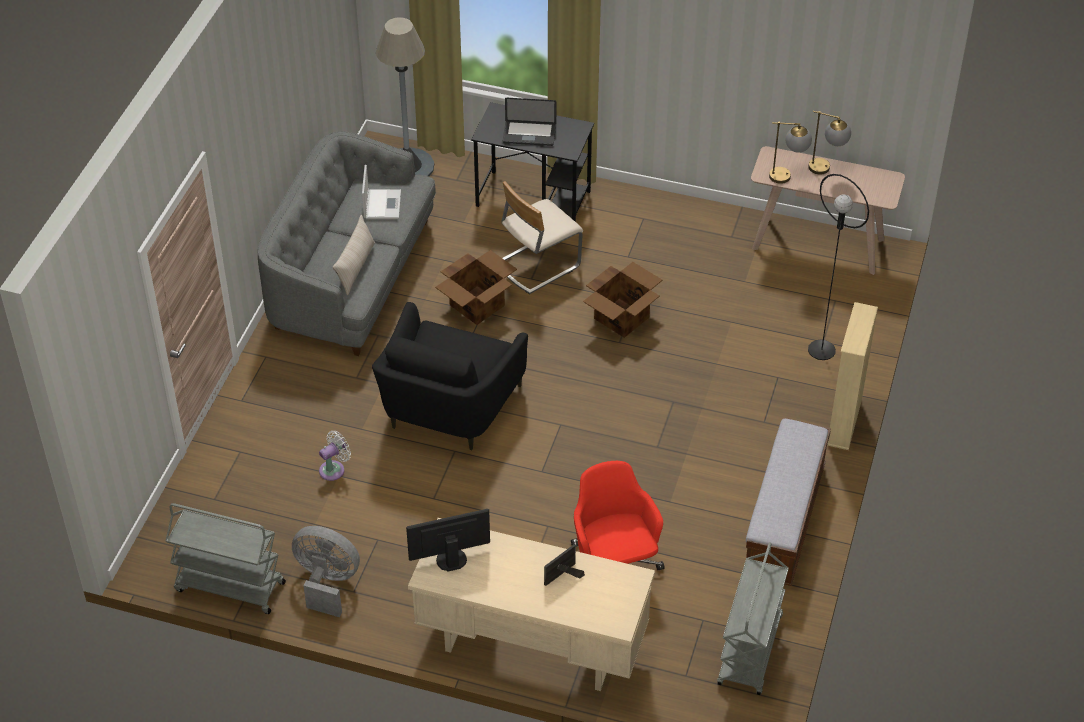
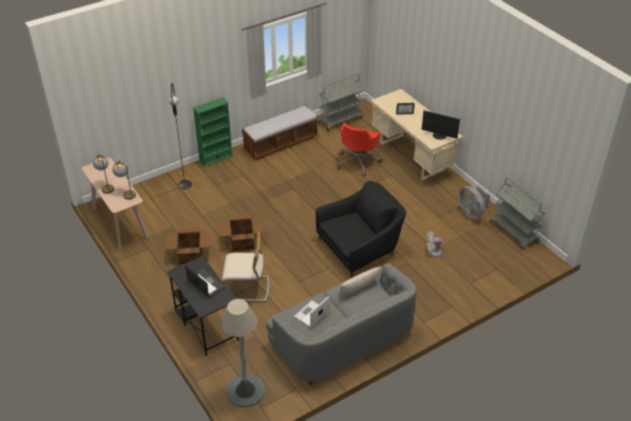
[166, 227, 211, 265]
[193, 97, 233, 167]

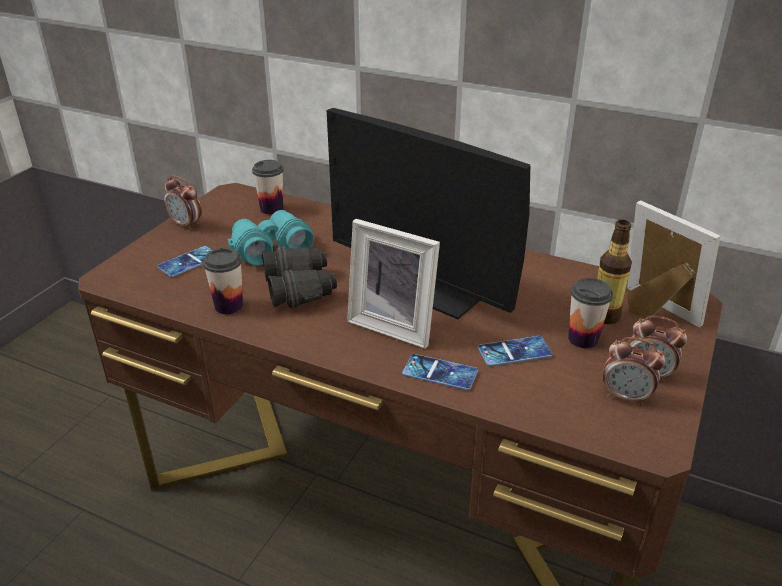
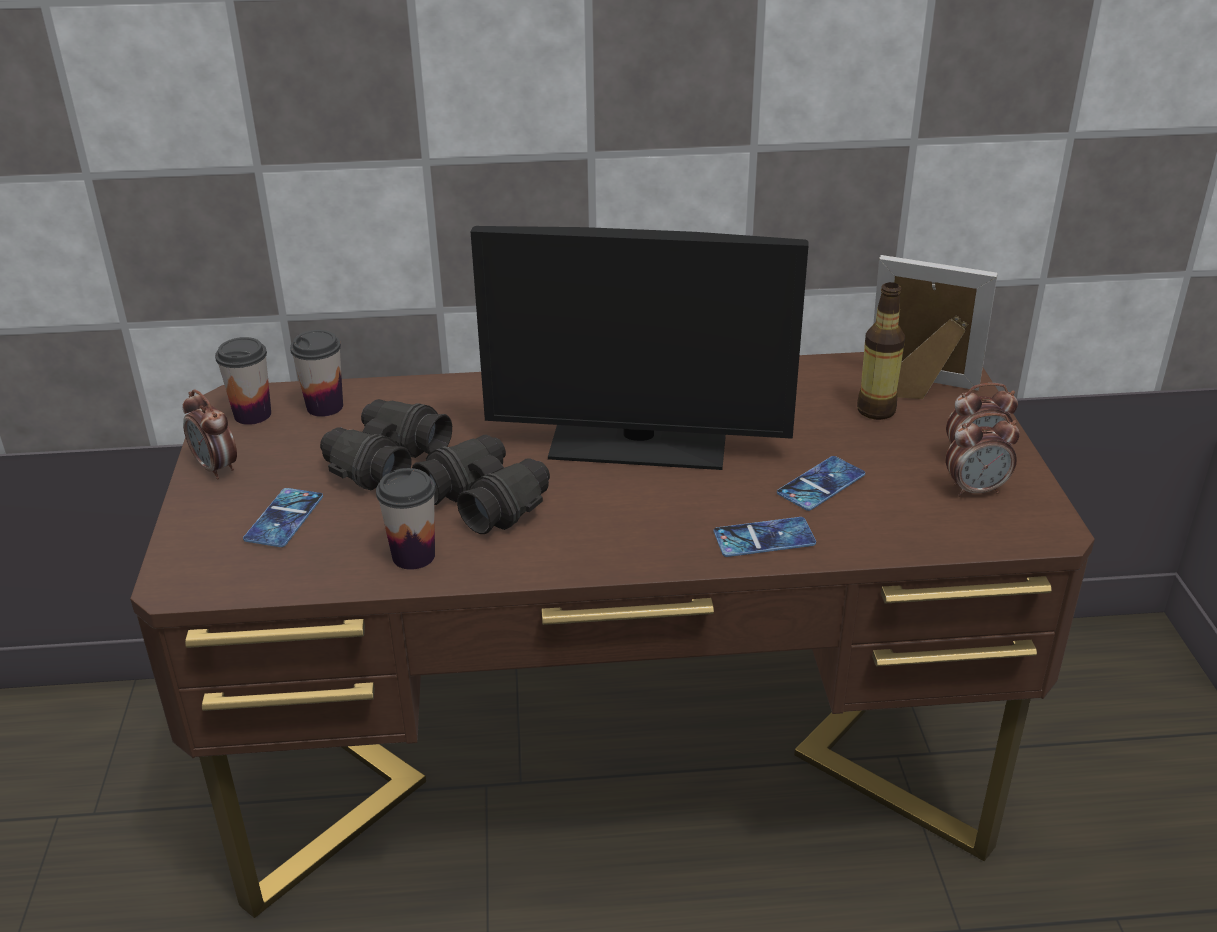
[182, 389, 237, 479]
[320, 399, 452, 491]
[347, 219, 440, 349] (first image)
[215, 337, 271, 425]

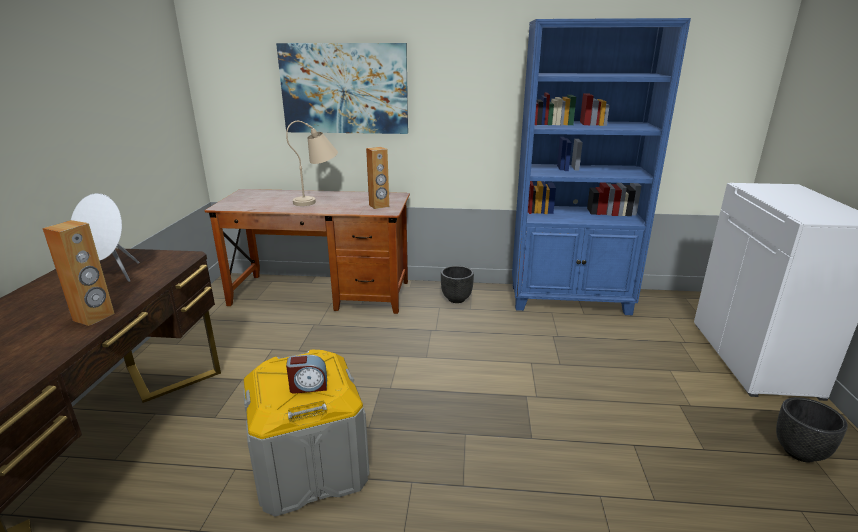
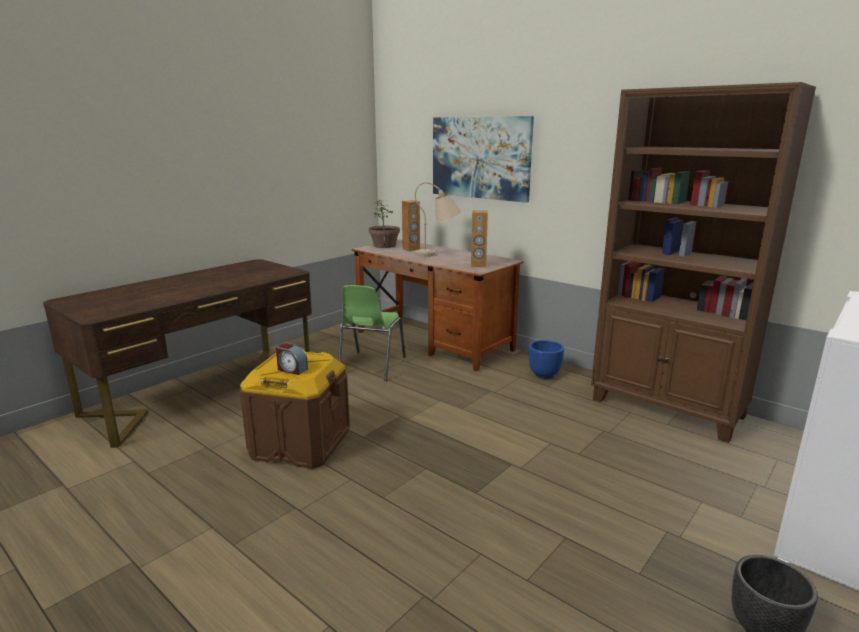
[402, 200, 420, 251]
[71, 193, 139, 282] (first image)
[240, 352, 350, 469]
[529, 340, 564, 379]
[591, 82, 816, 443]
[338, 285, 406, 381]
[369, 200, 400, 248]

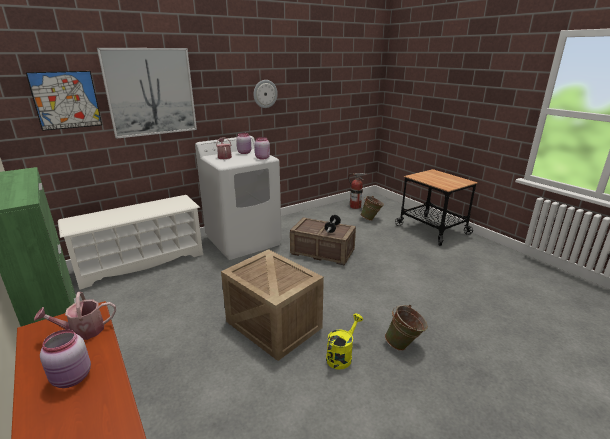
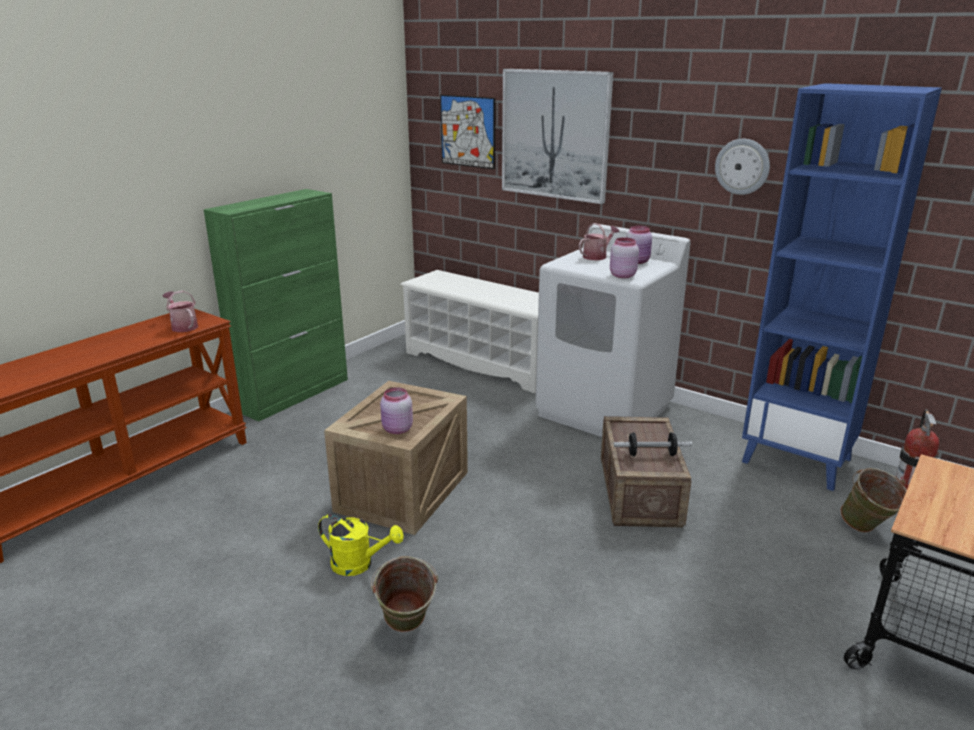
[380, 387, 413, 434]
[742, 83, 942, 491]

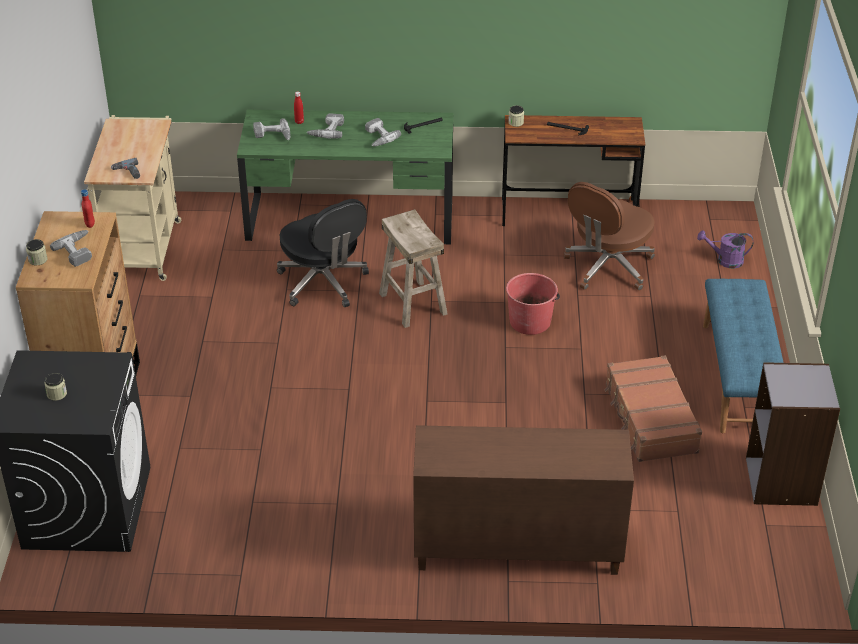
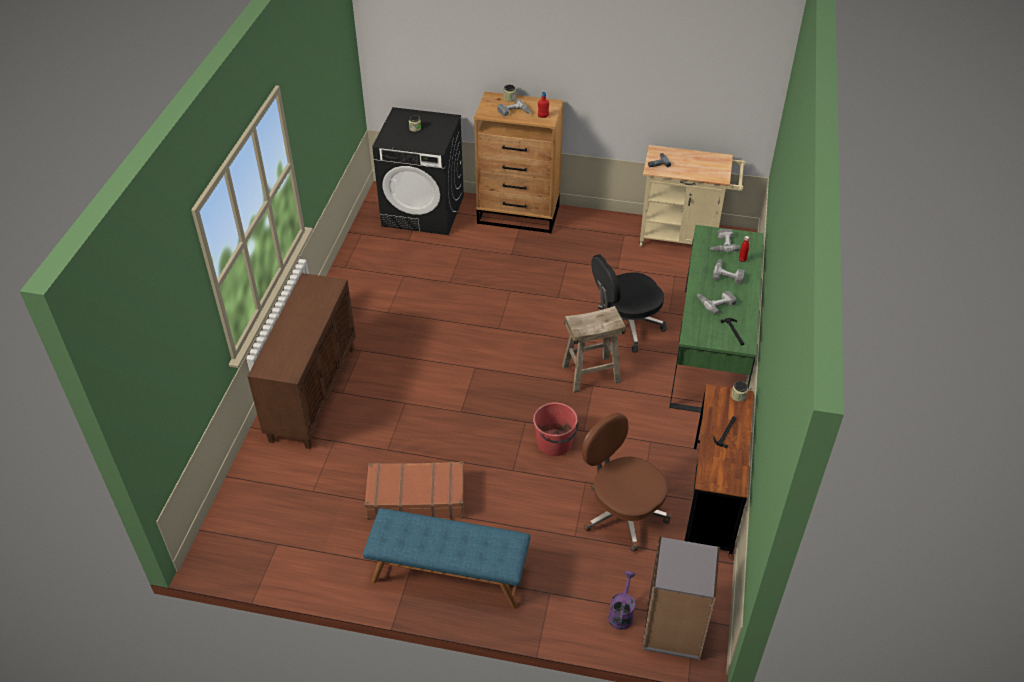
[642, 537, 720, 660]

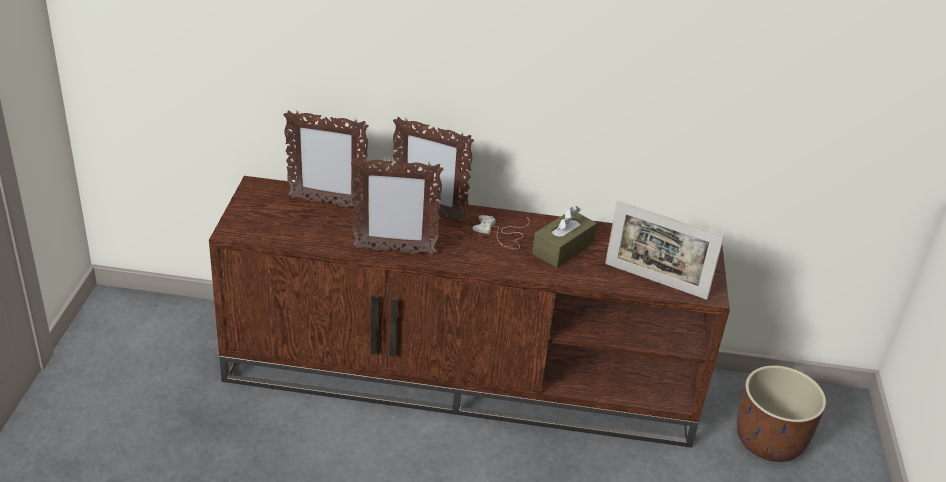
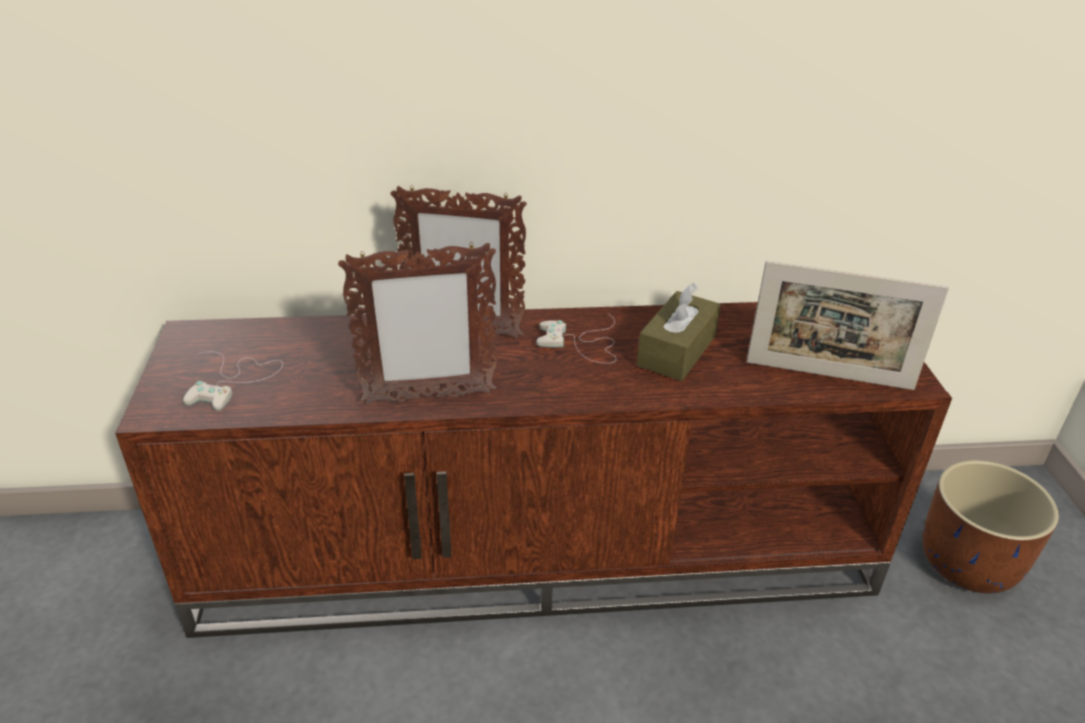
[283, 110, 369, 207] (first image)
[183, 352, 283, 411]

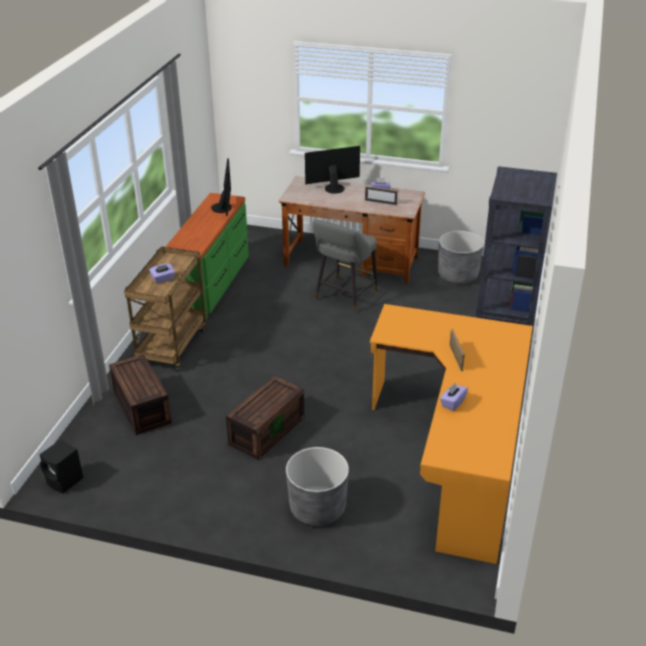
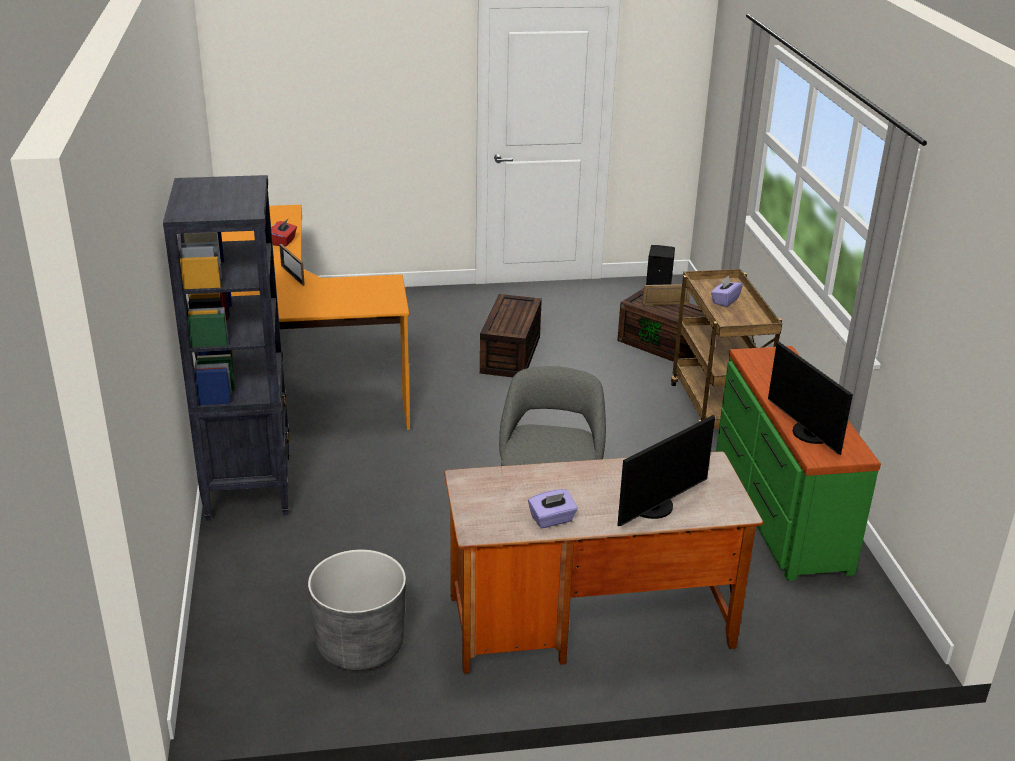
[286, 447, 349, 526] (first image)
[642, 284, 690, 306]
[271, 219, 297, 247]

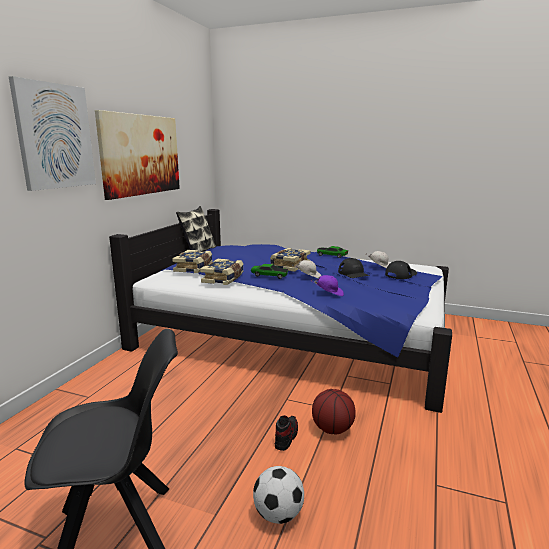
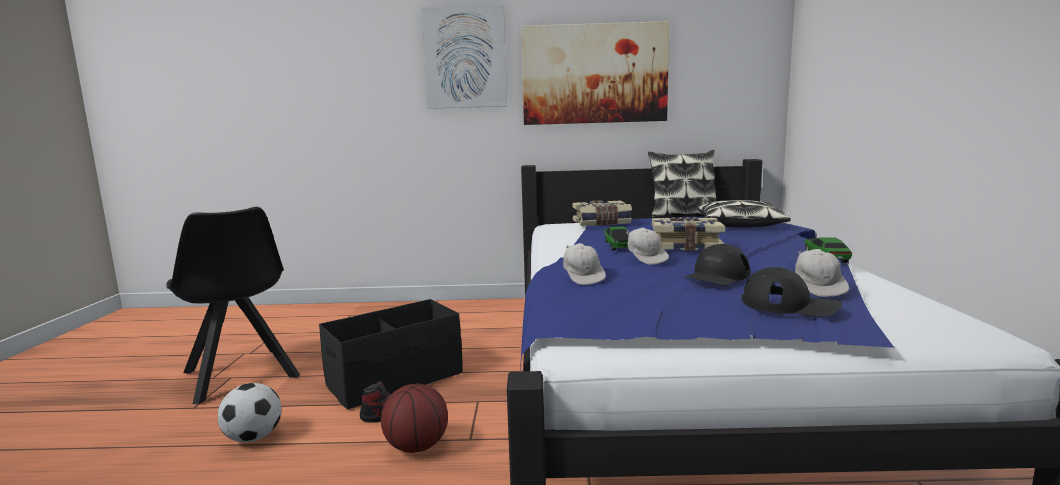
[200, 259, 244, 285] (first image)
[563, 243, 606, 285]
[319, 299, 463, 410]
[697, 200, 791, 228]

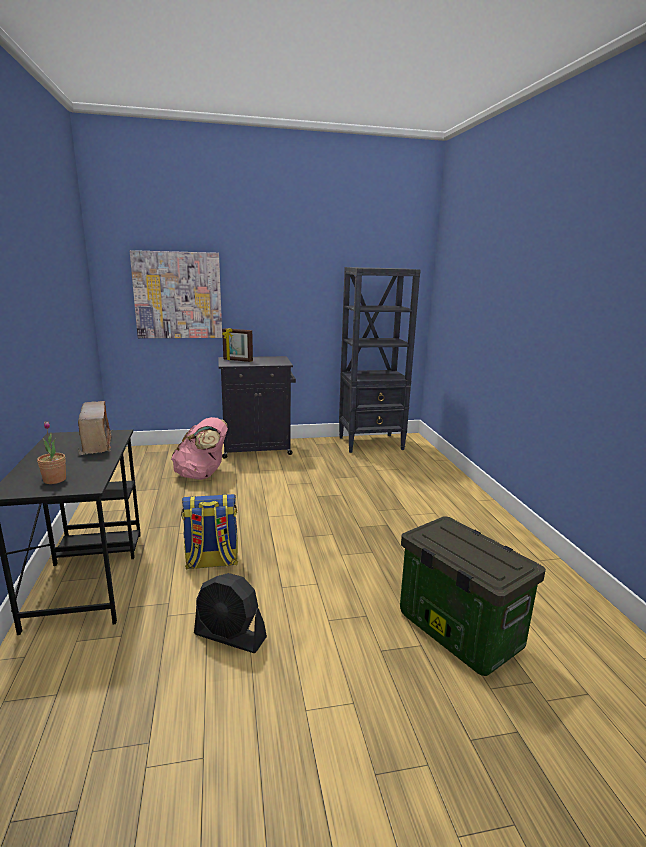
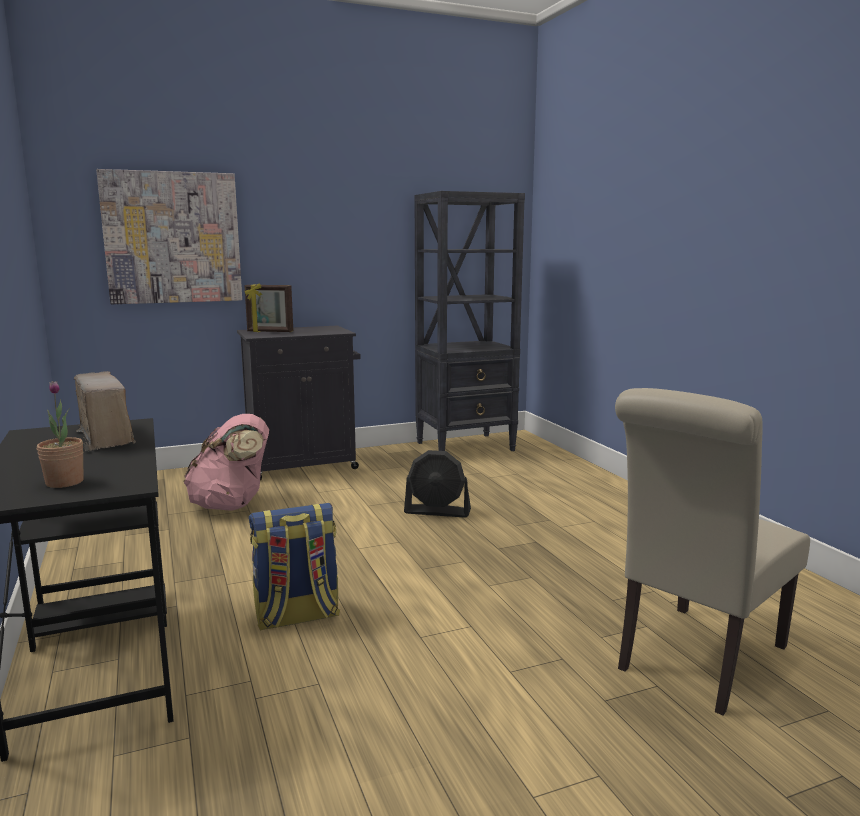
[404, 450, 471, 518]
[615, 388, 810, 715]

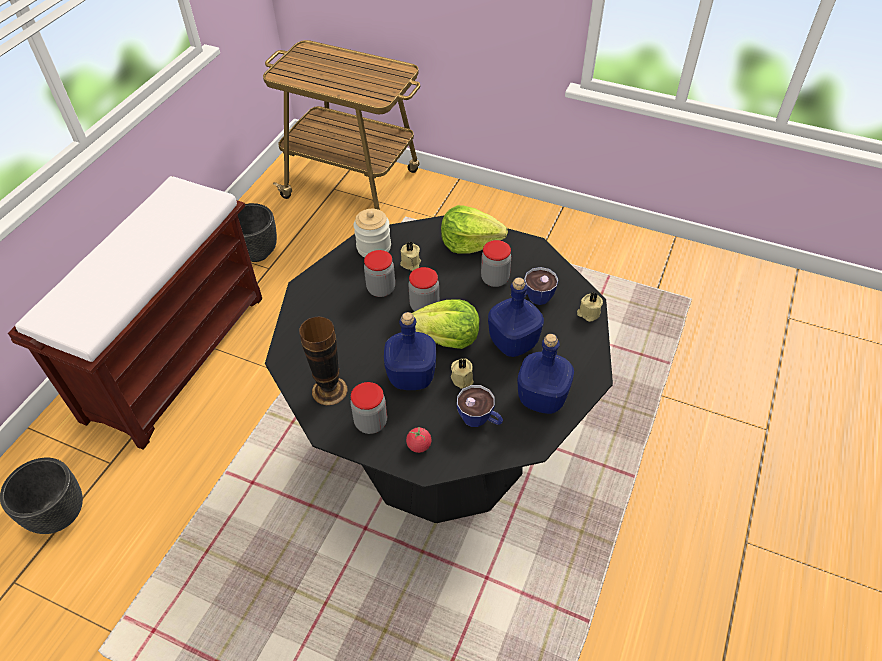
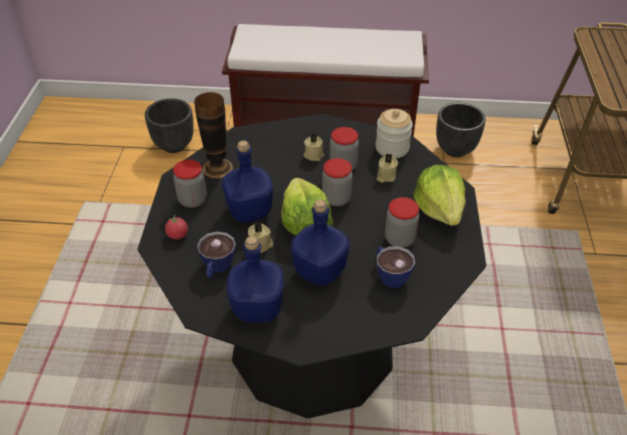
[303, 133, 324, 161]

